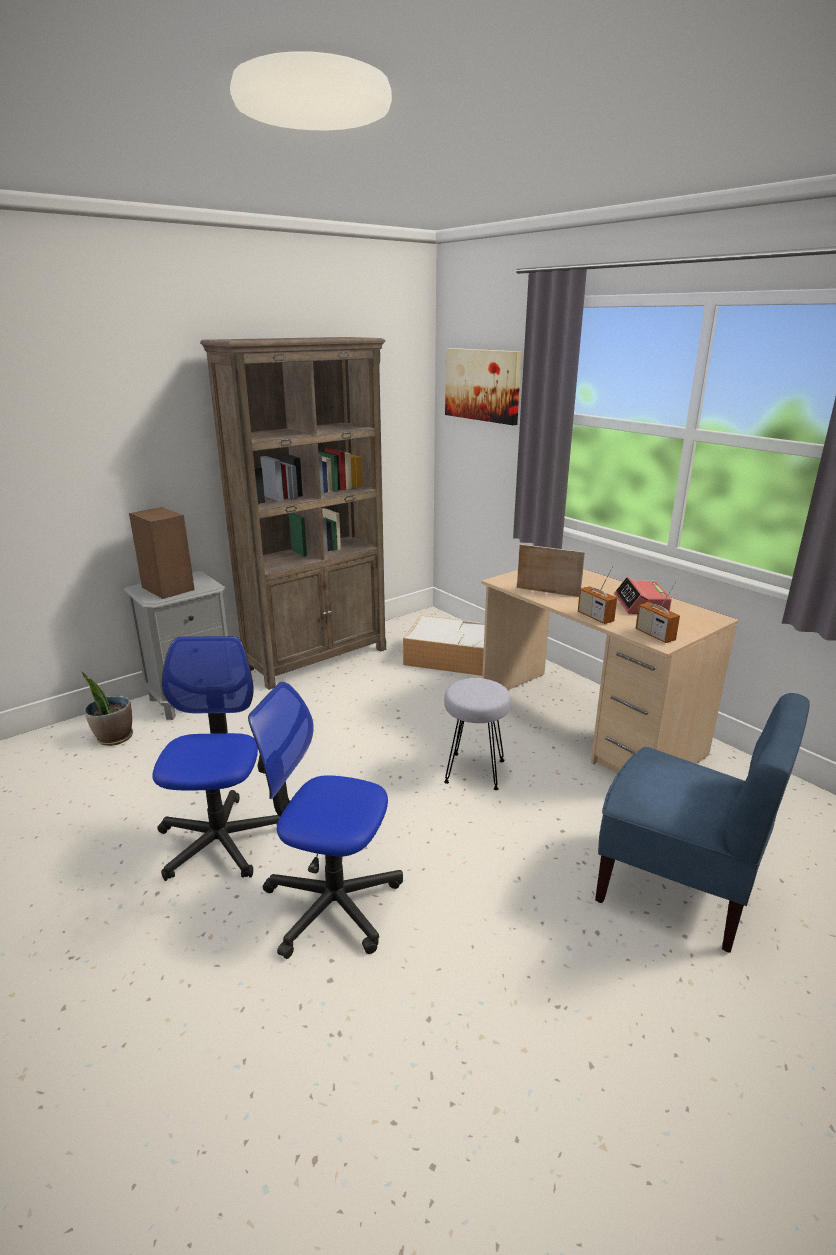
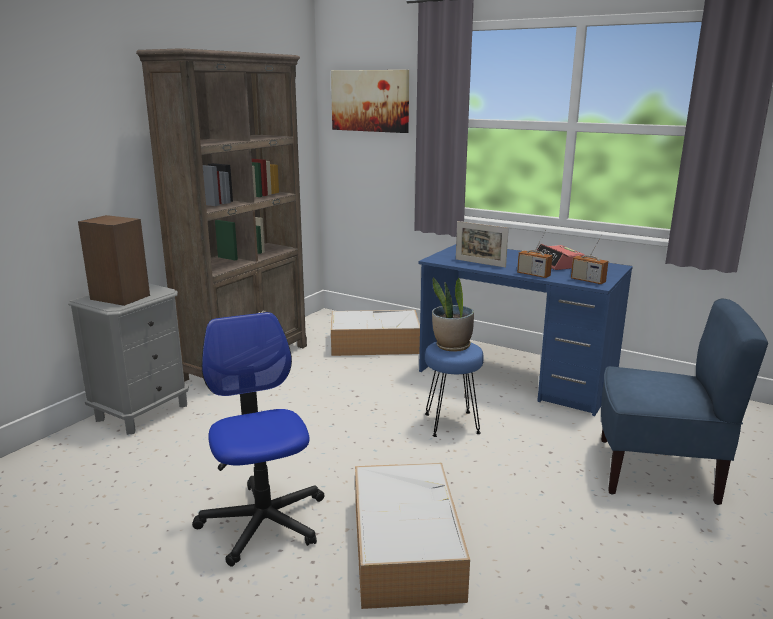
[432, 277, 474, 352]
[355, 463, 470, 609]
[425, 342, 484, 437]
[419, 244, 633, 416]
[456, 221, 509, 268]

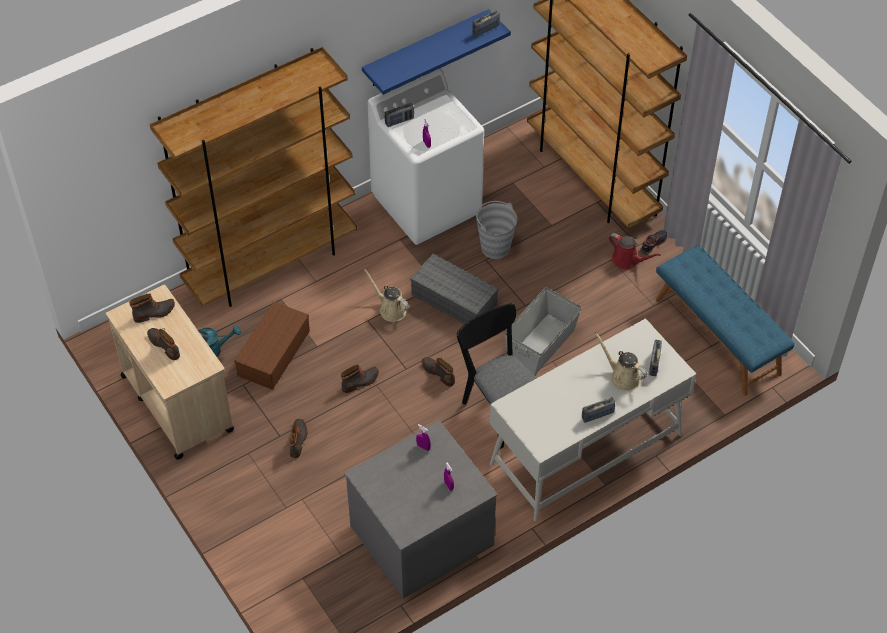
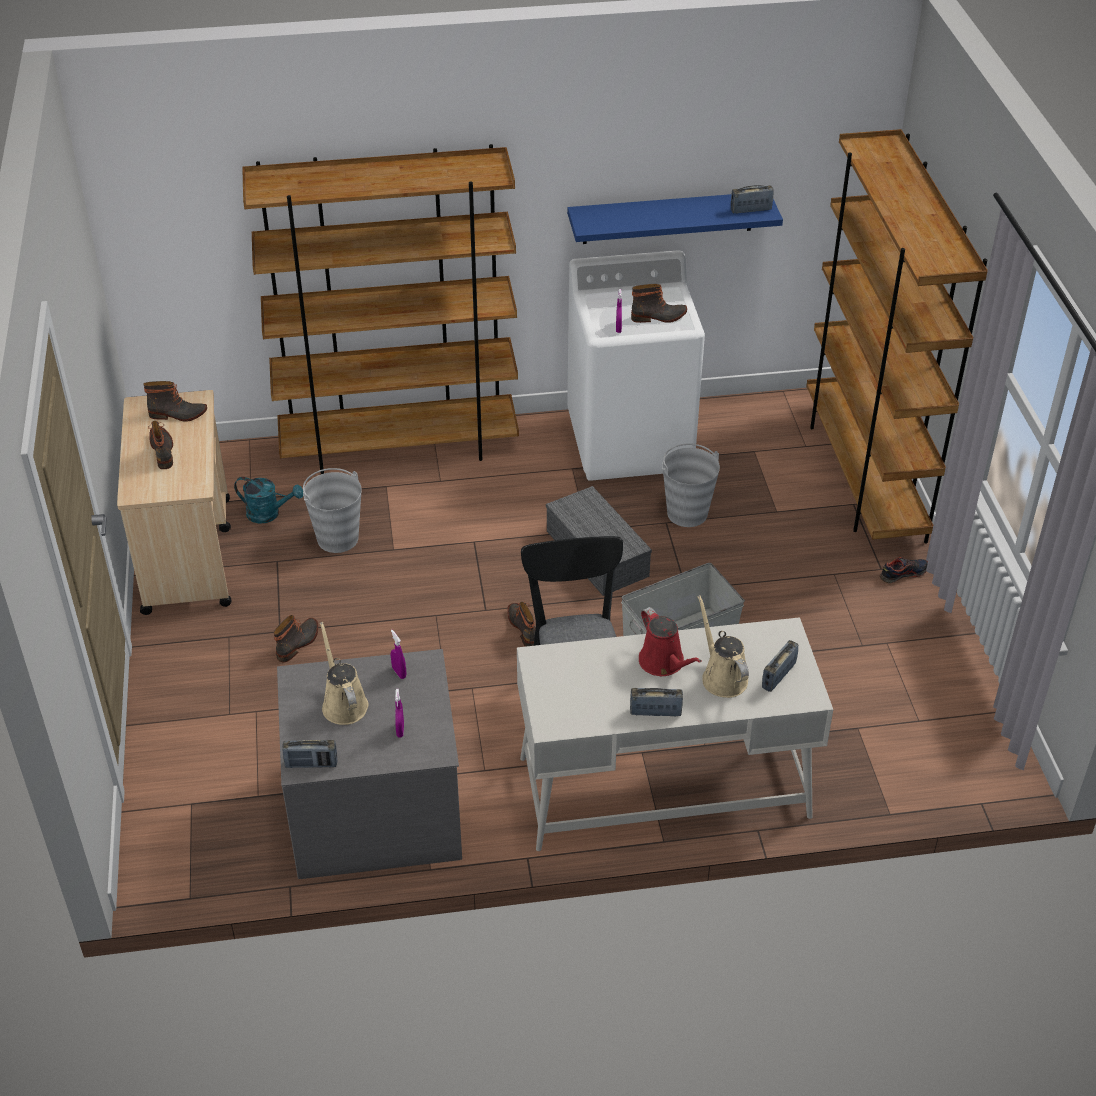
[303, 468, 362, 553]
[631, 284, 687, 323]
[320, 622, 368, 725]
[282, 740, 337, 768]
[639, 607, 702, 676]
[656, 245, 795, 396] (first image)

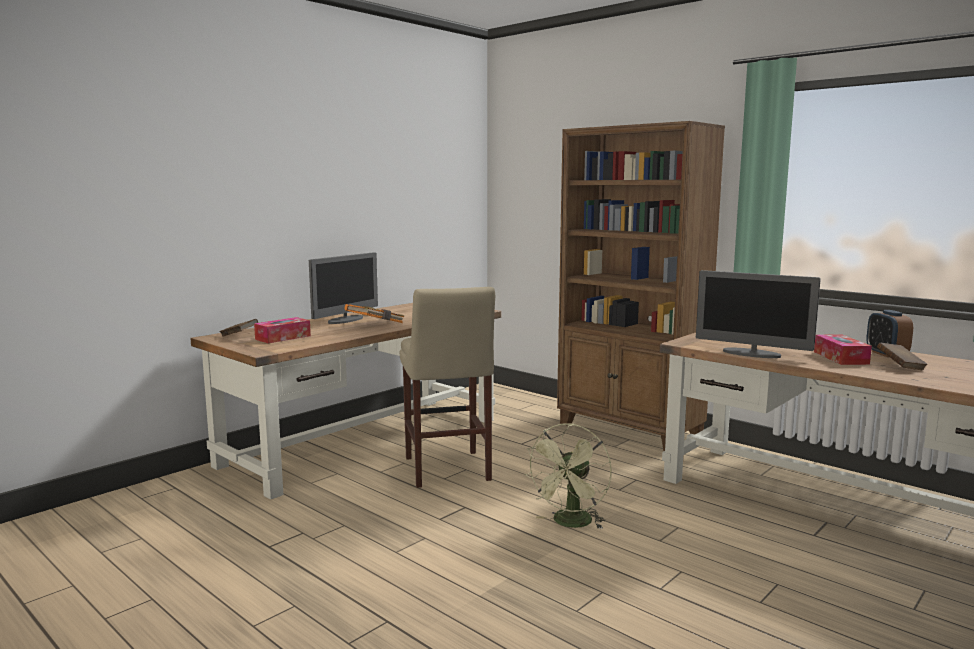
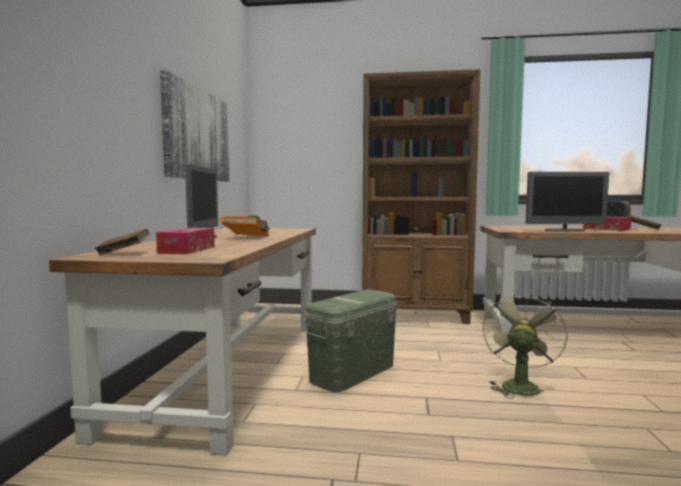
[305, 290, 397, 392]
[483, 292, 568, 399]
[160, 70, 229, 182]

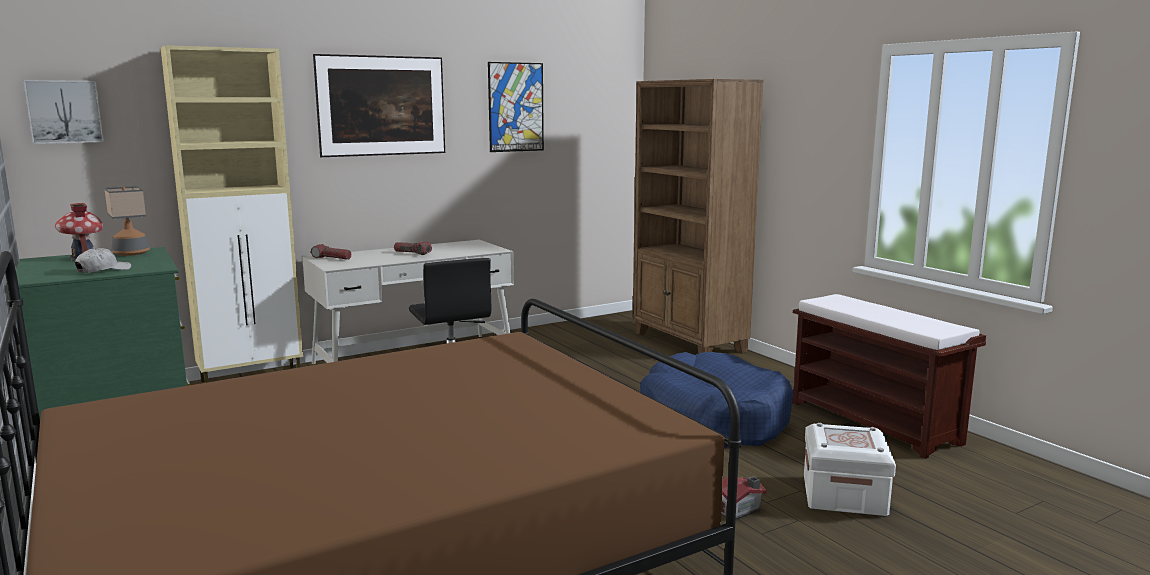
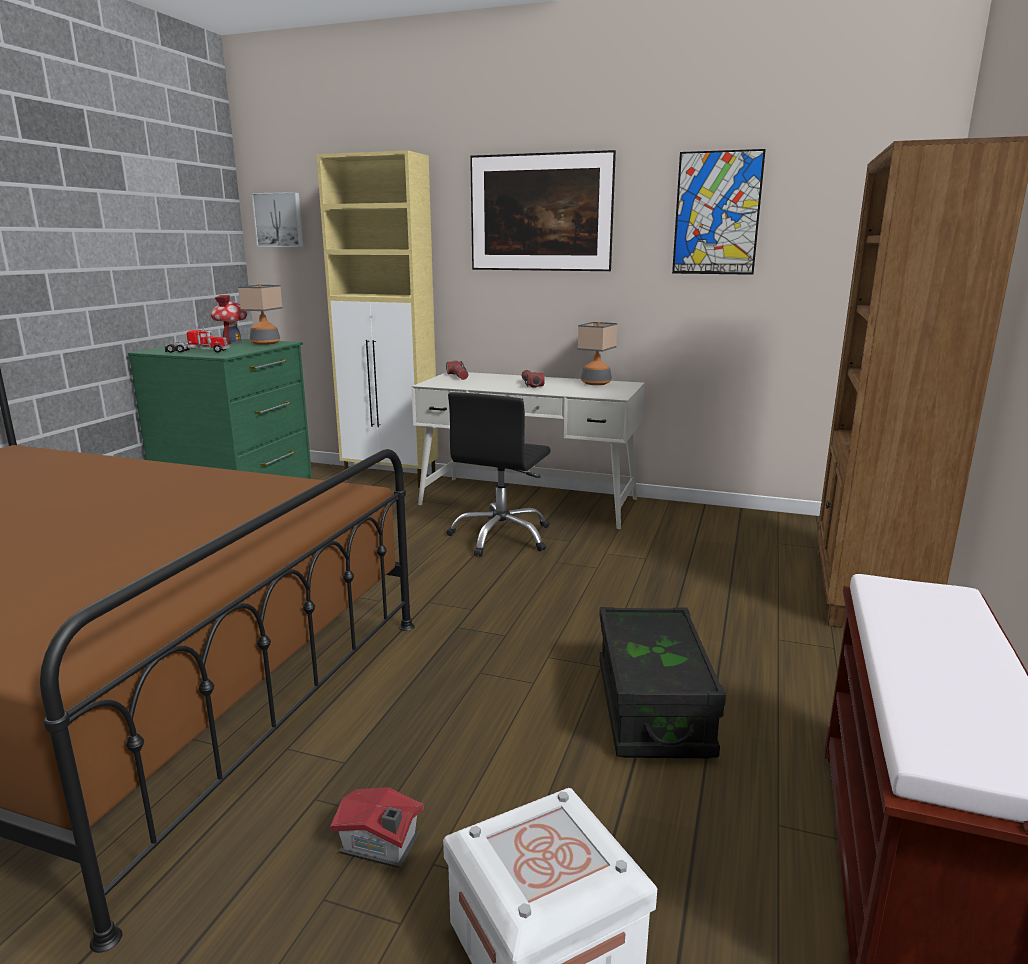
[165, 326, 229, 353]
[599, 607, 726, 758]
[578, 322, 618, 385]

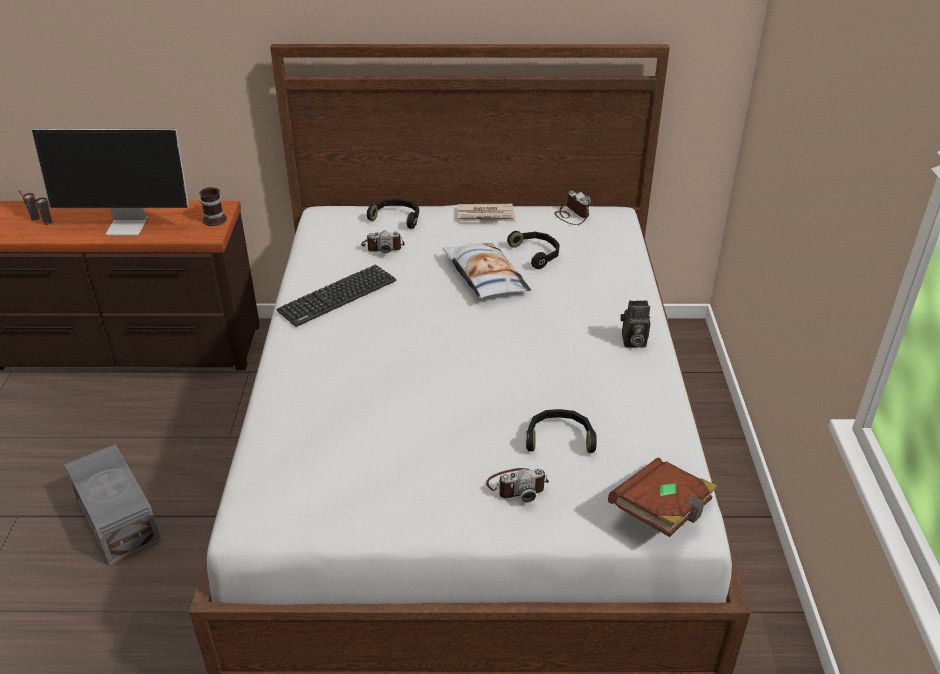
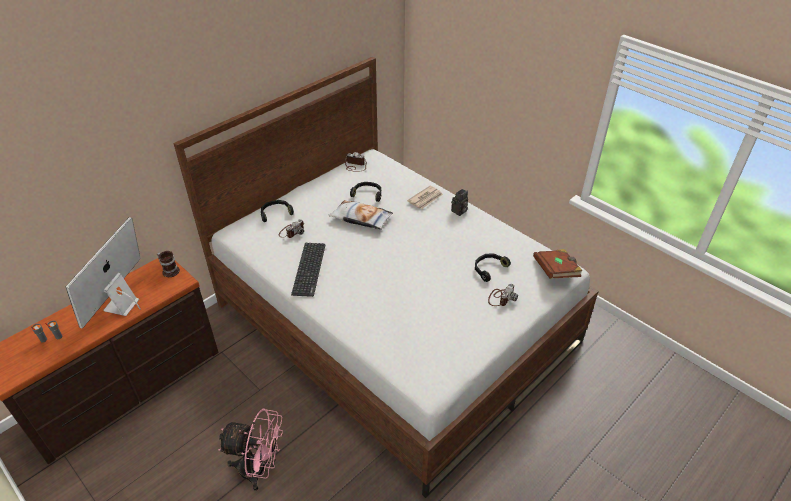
[66, 217, 141, 329]
[218, 409, 283, 491]
[407, 186, 443, 209]

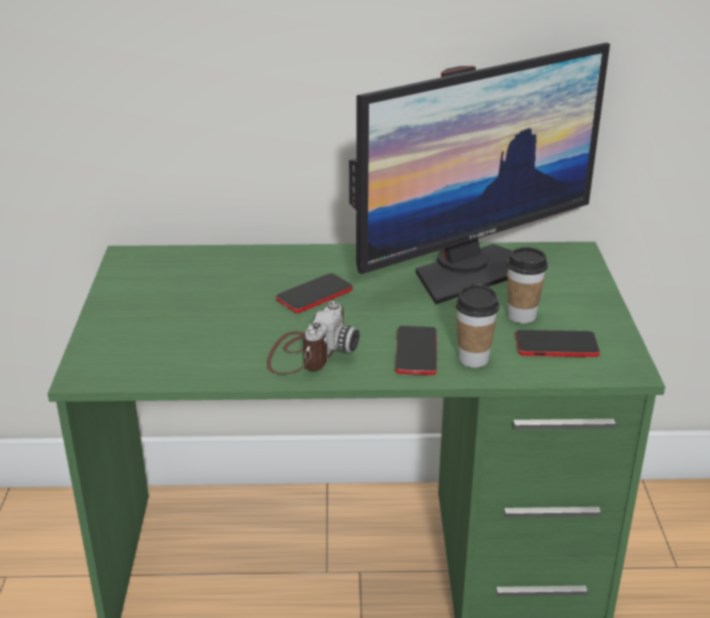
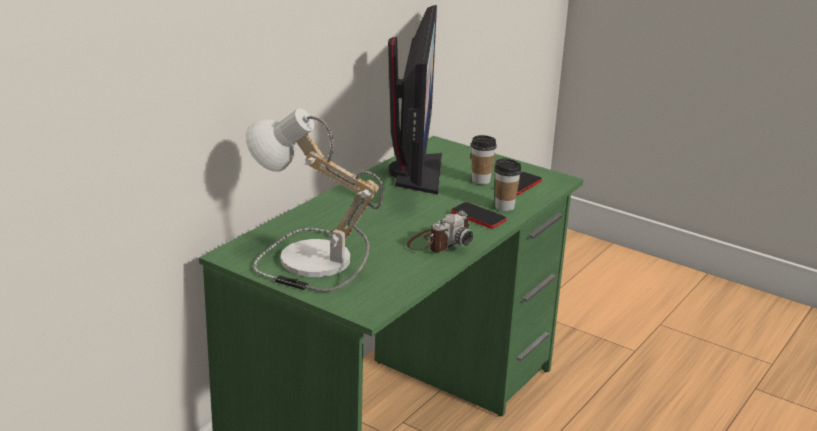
[407, 211, 473, 252]
[276, 273, 353, 313] (first image)
[246, 108, 383, 292]

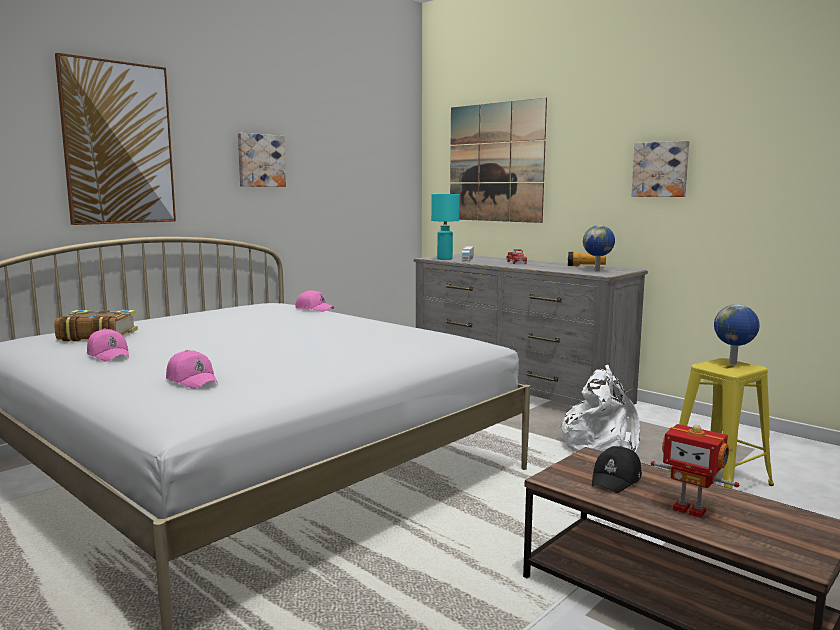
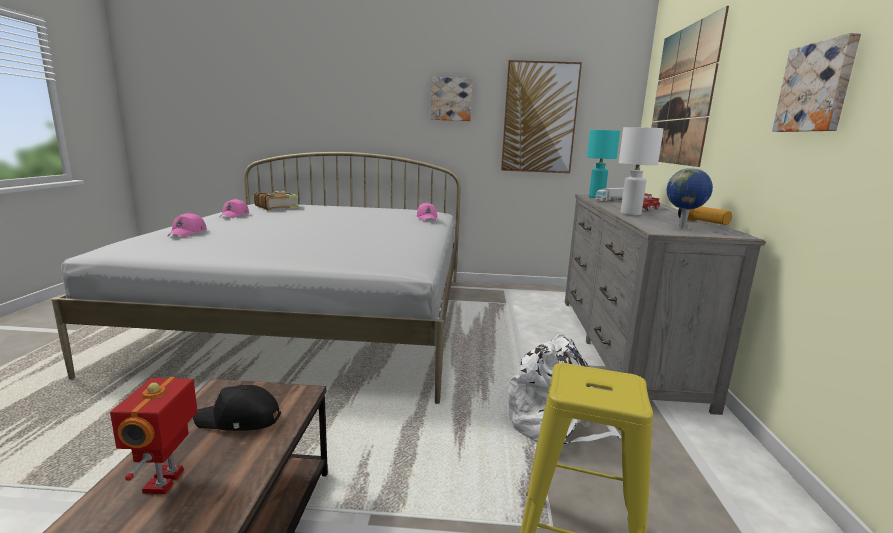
[501, 60, 582, 173]
[714, 304, 760, 365] (first image)
[619, 127, 664, 216]

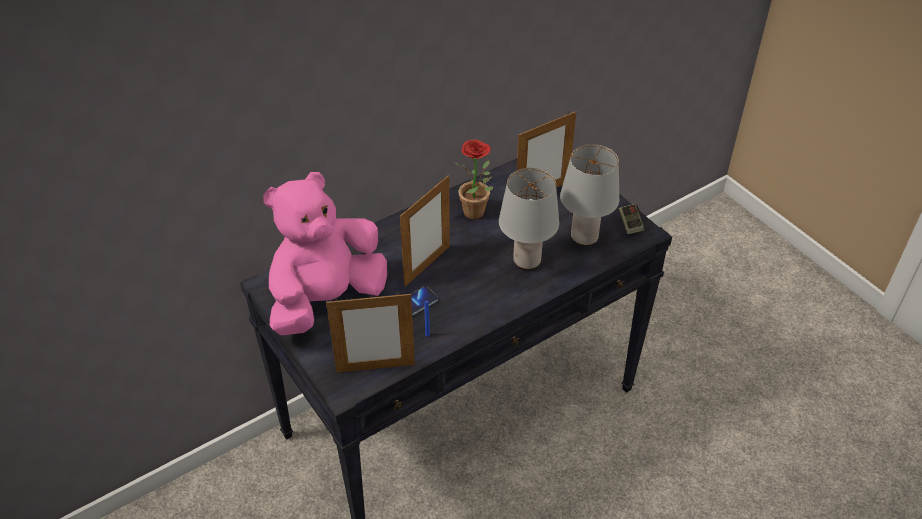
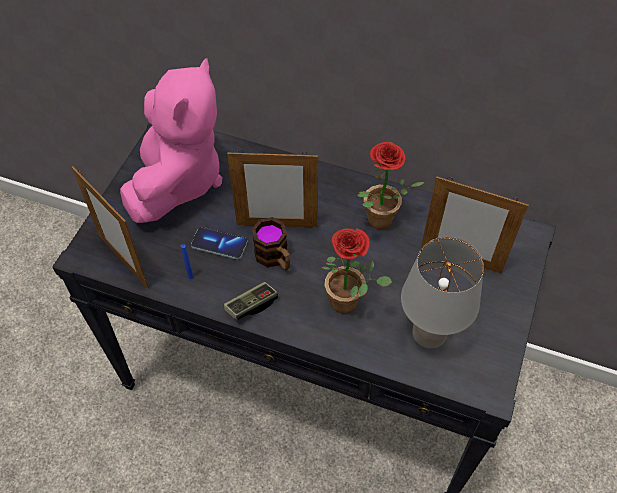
[120, 58, 223, 223]
[322, 228, 392, 313]
[224, 282, 278, 320]
[252, 217, 290, 270]

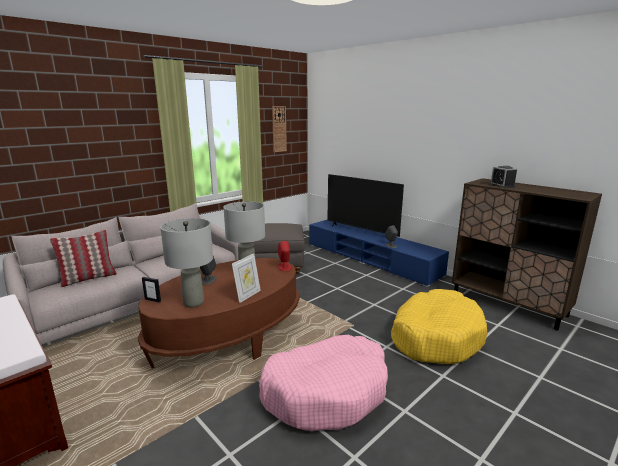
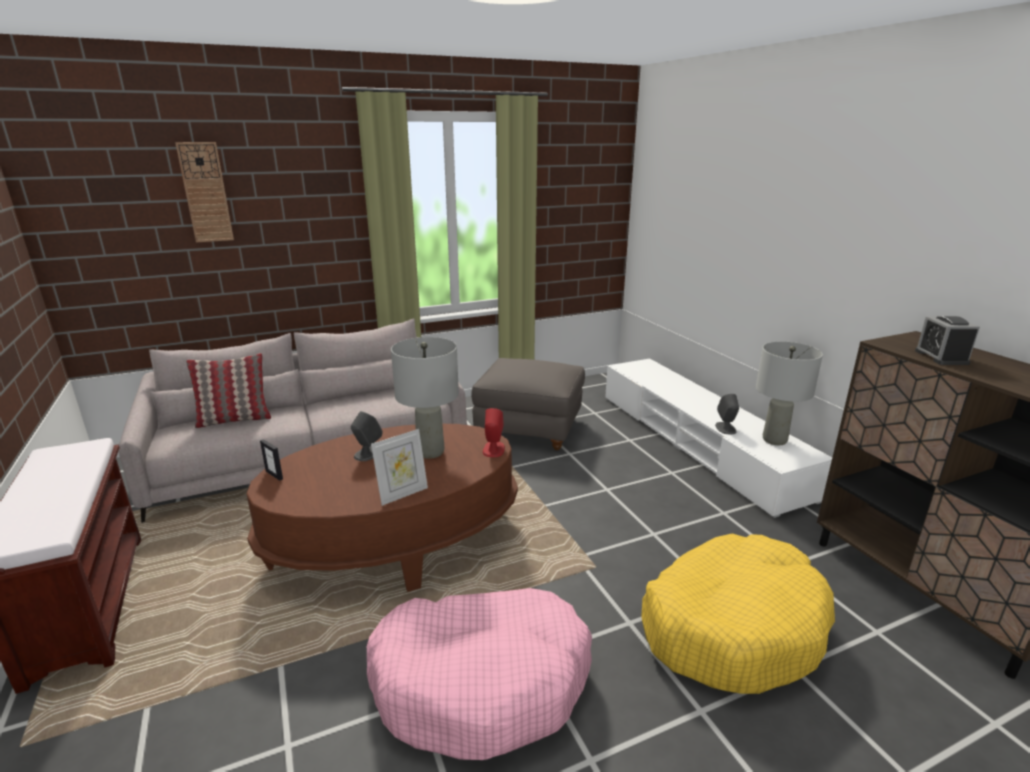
[756, 342, 823, 445]
[175, 142, 234, 242]
[605, 358, 832, 518]
[327, 174, 404, 237] (first image)

